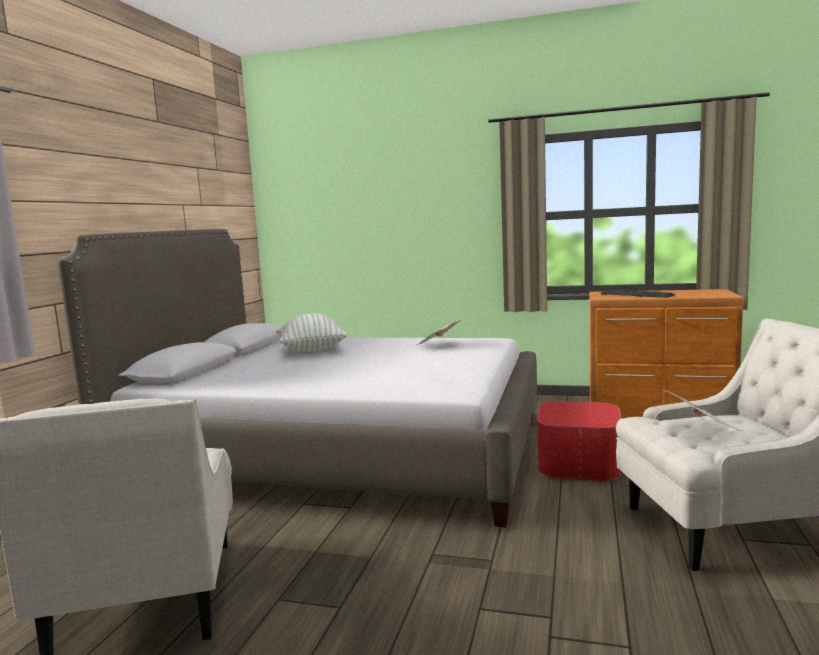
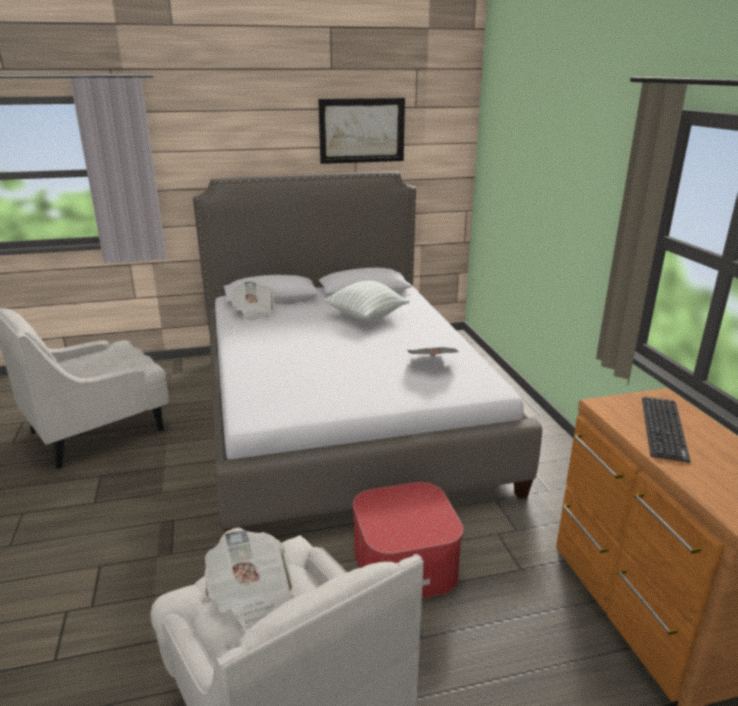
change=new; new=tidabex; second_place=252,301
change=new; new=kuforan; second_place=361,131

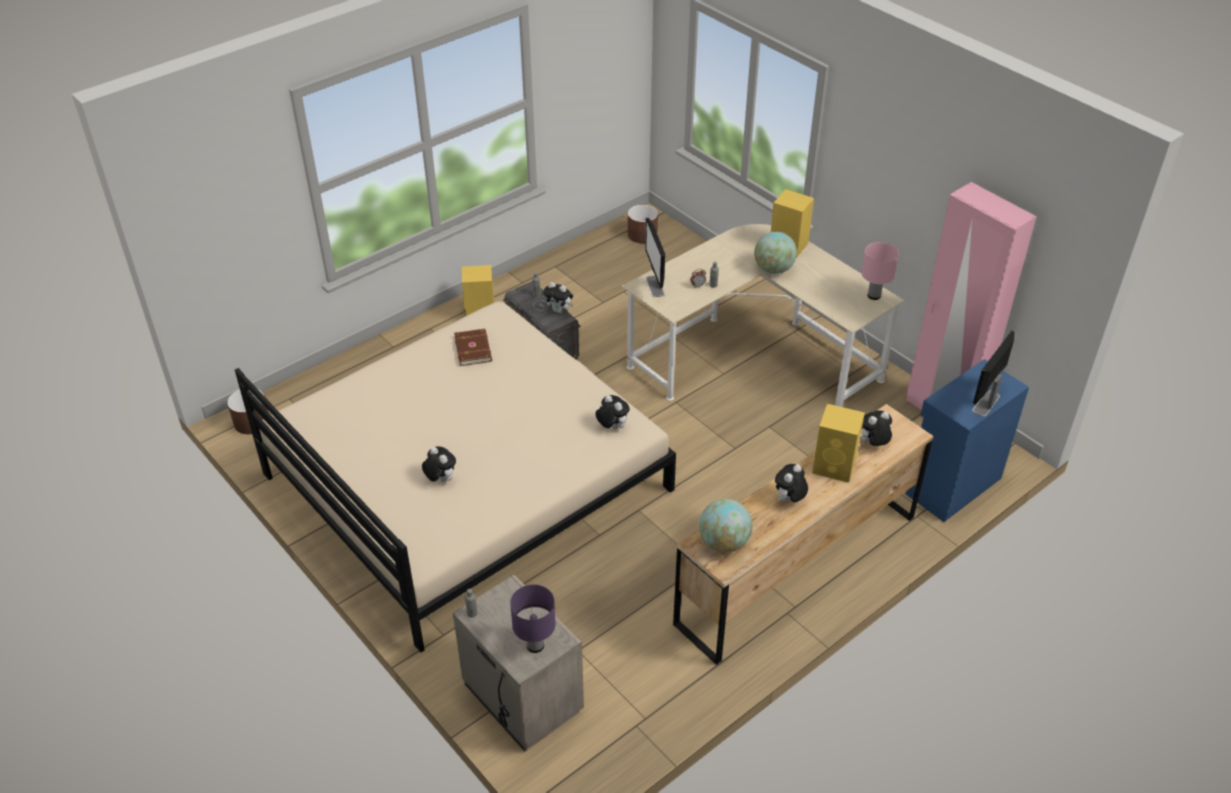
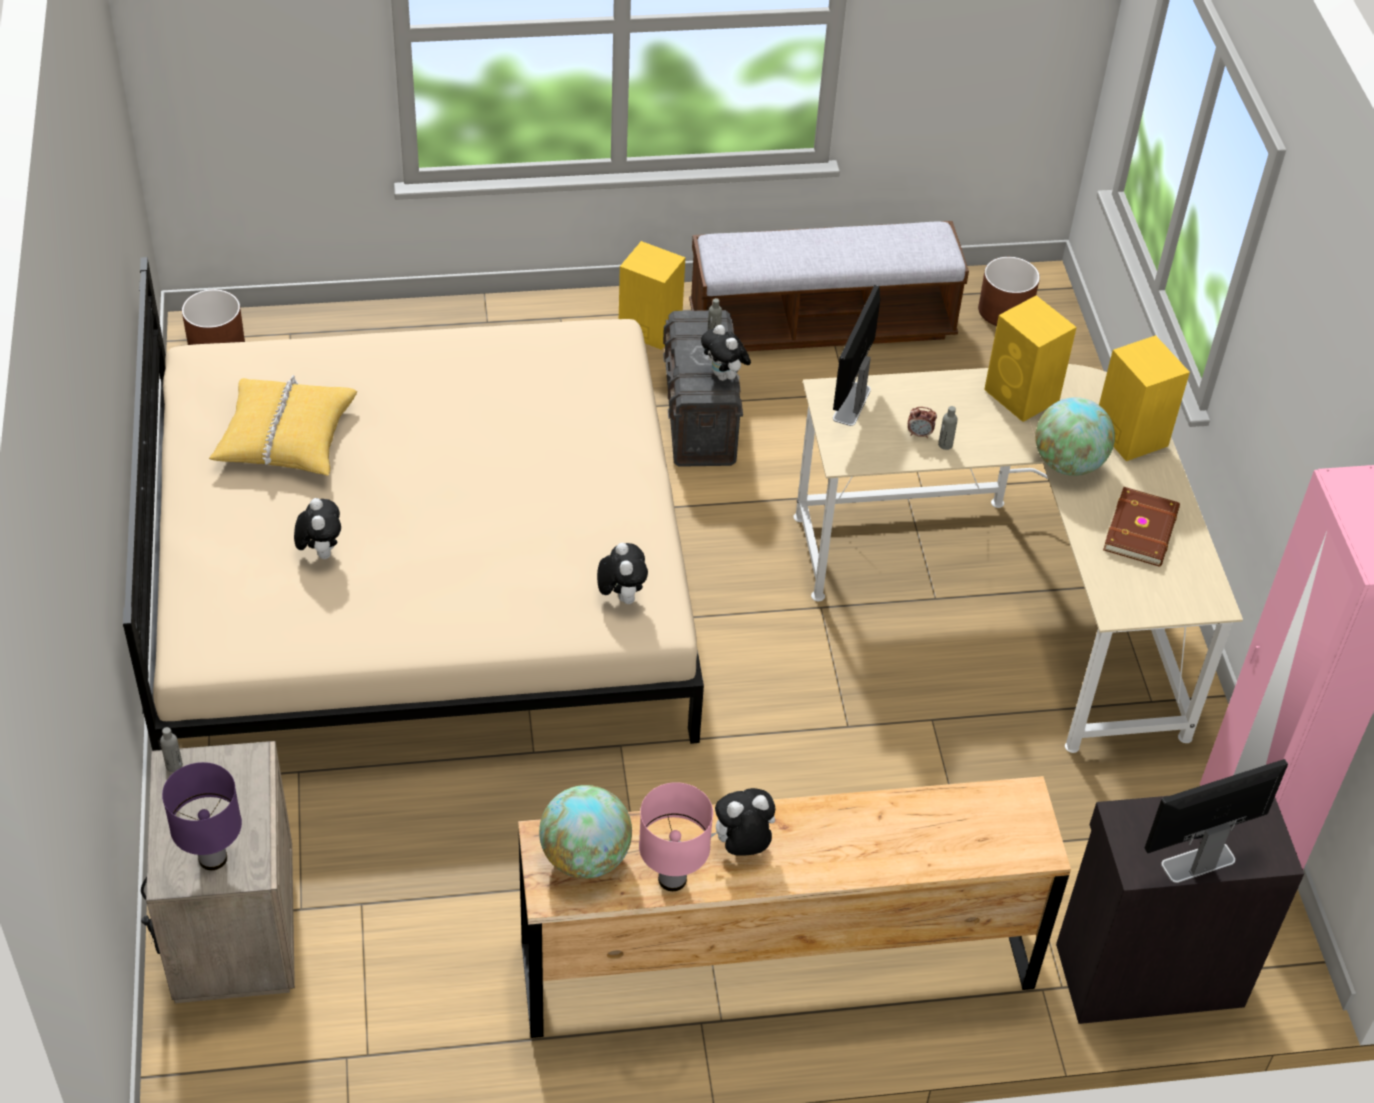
change=gone; old=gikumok; first_place=876,428
change=new; new=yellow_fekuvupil; second_place=283,425
change=new; new=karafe; second_place=829,286
change=shifted; old=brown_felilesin; first_place=473,347; second_place=1141,526
change=shifted; old=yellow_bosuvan; first_place=838,443; second_place=1030,358
change=shifted; old=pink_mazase; first_place=880,271; second_place=676,836
change=repainted; old=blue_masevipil; new=black_masevipil; first_place=967,440; second_place=1180,910

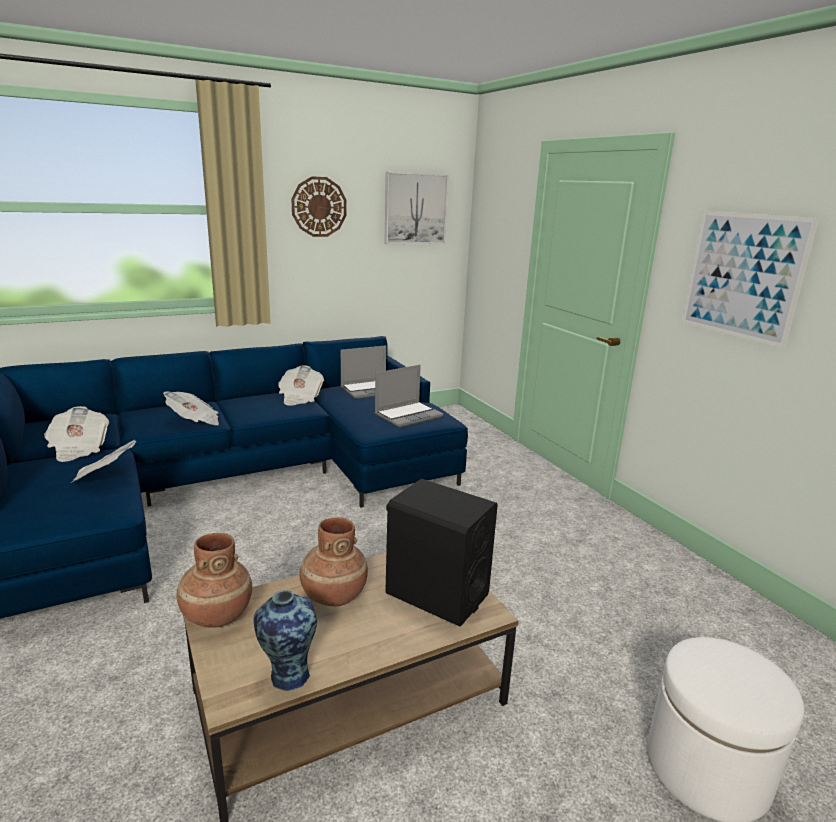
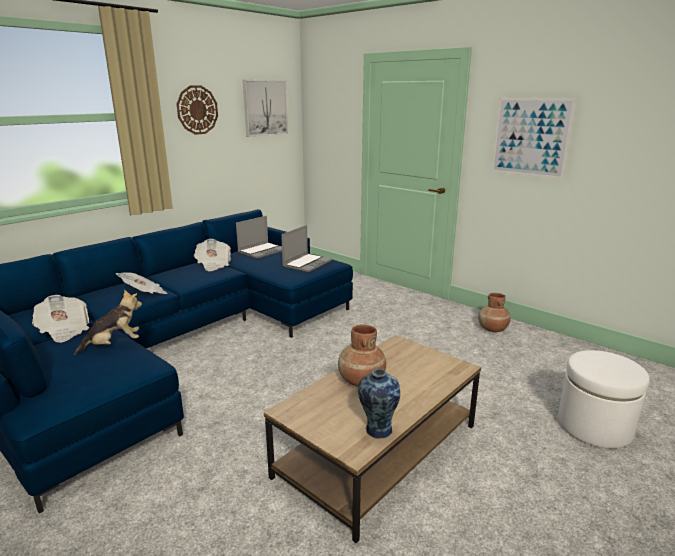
change=gone; old=black_bosuvan; first_place=441,552
change=shifted; old=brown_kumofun; first_place=214,580; second_place=494,312
change=swapped; old=tidabex; new=gikumok; first_place=103,461; second_place=108,322

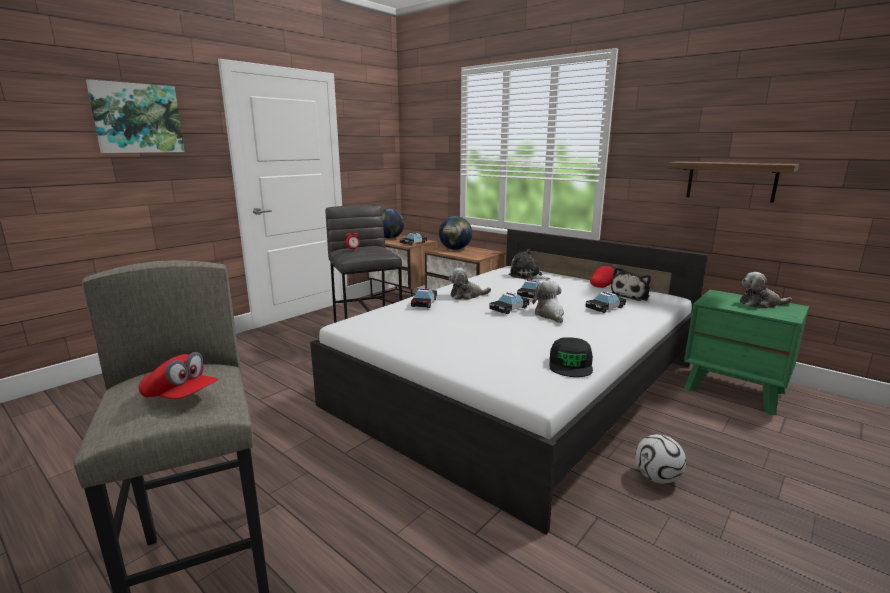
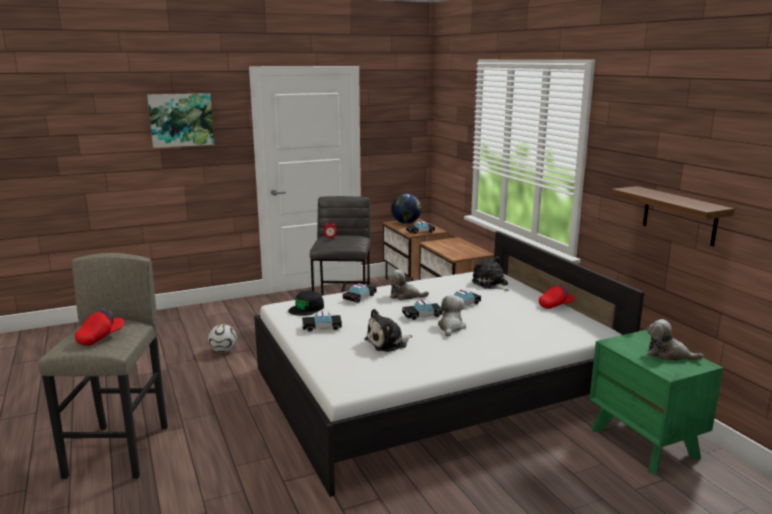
change=gone; old=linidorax; first_place=455,233
change=shifted; old=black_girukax; first_place=571,357; second_place=306,303
change=shifted; old=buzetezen; first_place=605,302; second_place=322,321
change=shifted; old=gikumok; first_place=631,284; second_place=389,330
change=shifted; old=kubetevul; first_place=660,459; second_place=222,338
change=rotated; old=red_girukax; first_place=178,375; second_place=99,327; degrees=-105

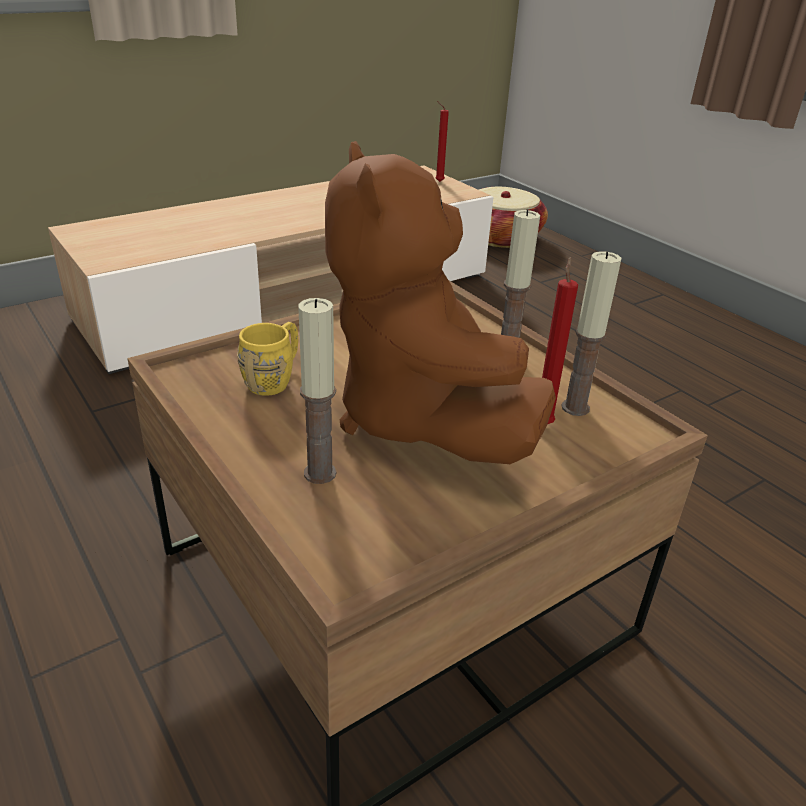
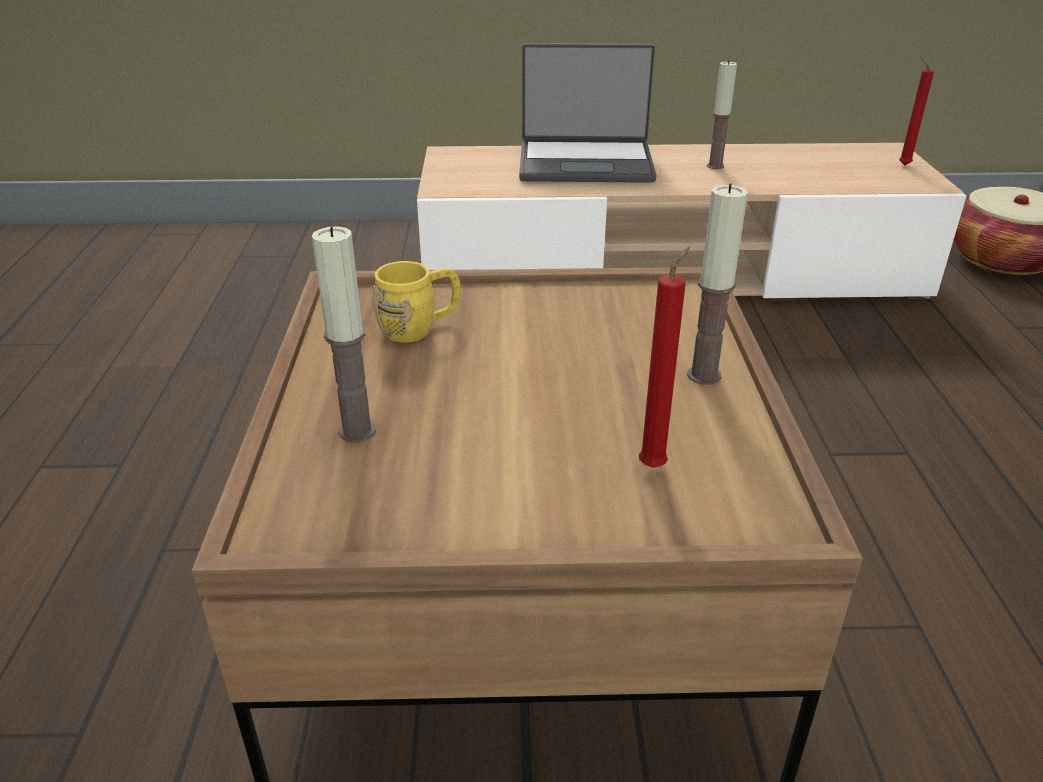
change=gone; old=brown_gikumok; first_place=440,302
change=new; new=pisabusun; second_place=587,113
change=shifted; old=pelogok; first_place=591,333; second_place=722,114

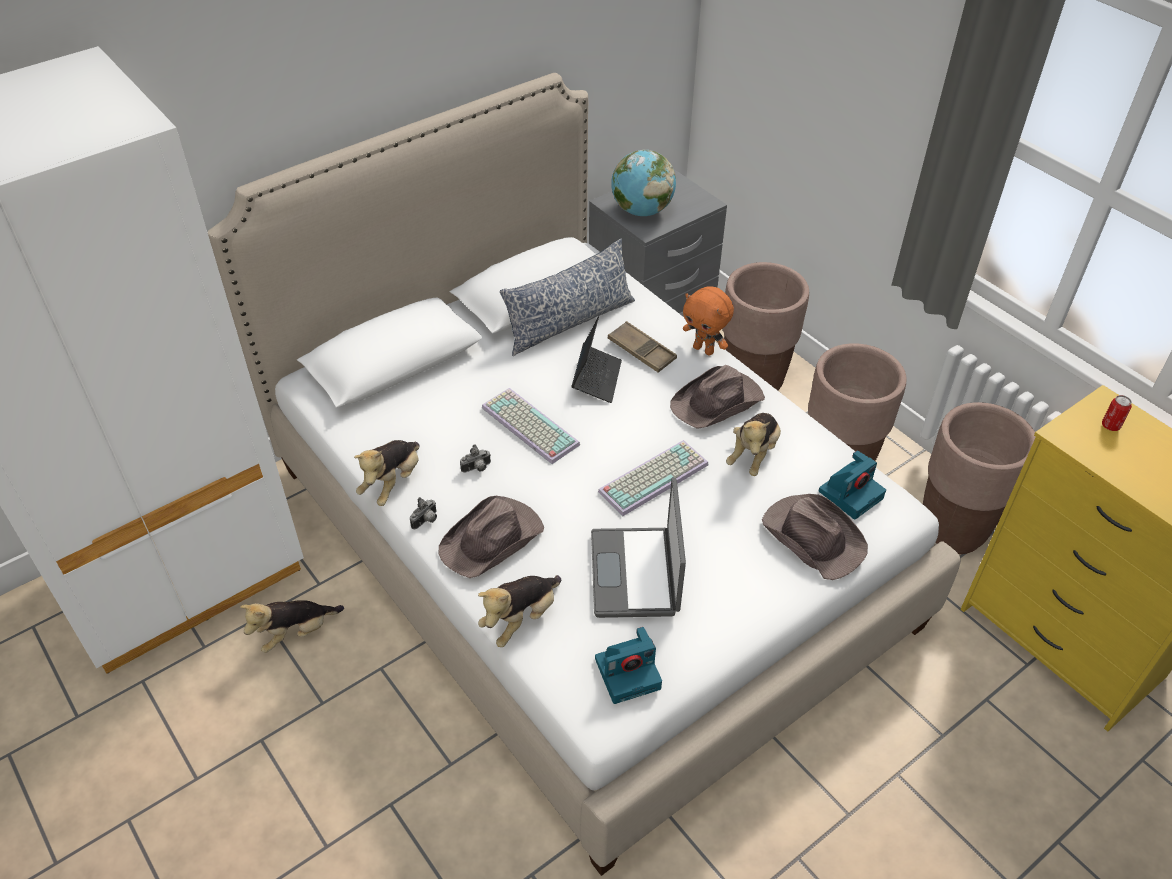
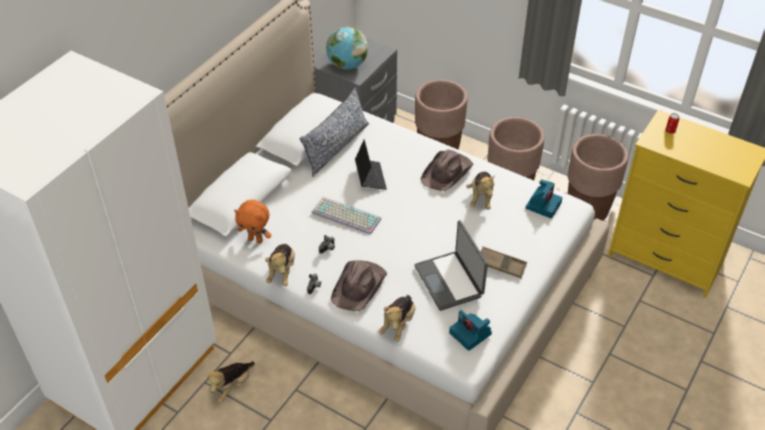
change=gone; old=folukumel; first_place=653,478
change=gone; old=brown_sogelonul; first_place=815,537
change=shifted; old=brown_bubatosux; first_place=642,347; second_place=504,262
change=shifted; old=orange_gikumok; first_place=708,321; second_place=253,222
change=rotated; old=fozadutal; first_place=628,665; second_place=470,330; degrees=90

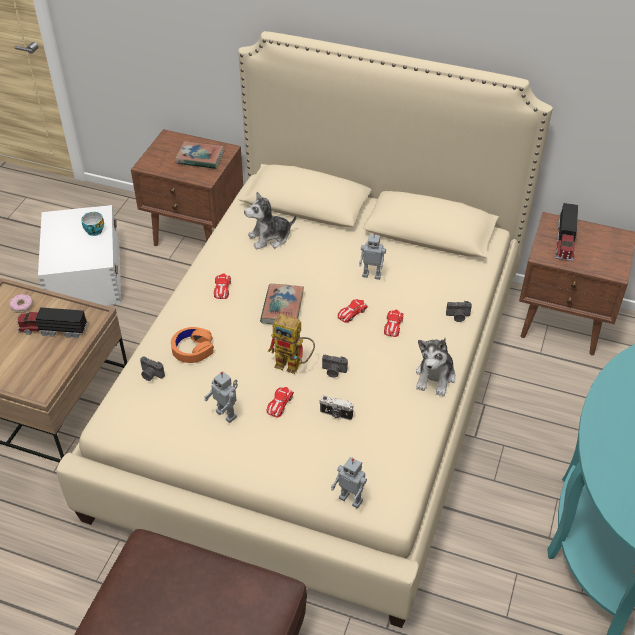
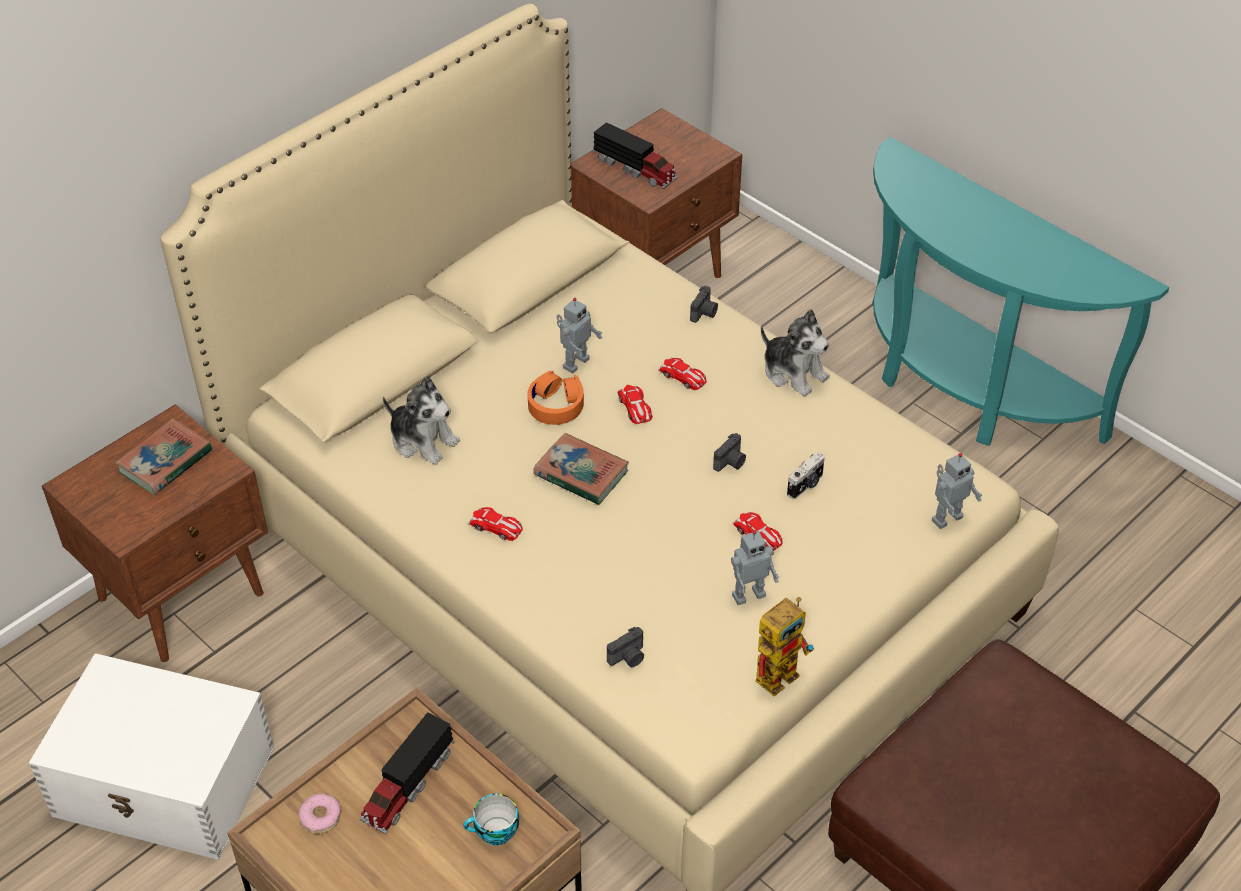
change=shifted; old=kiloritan; first_place=92,224; second_place=491,819
change=shifted; old=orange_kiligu; first_place=192,345; second_place=556,398
change=shifted; old=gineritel; first_place=291,343; second_place=784,646
change=rotated; old=gikumok; first_place=270,221; second_place=421,420; degrees=-60

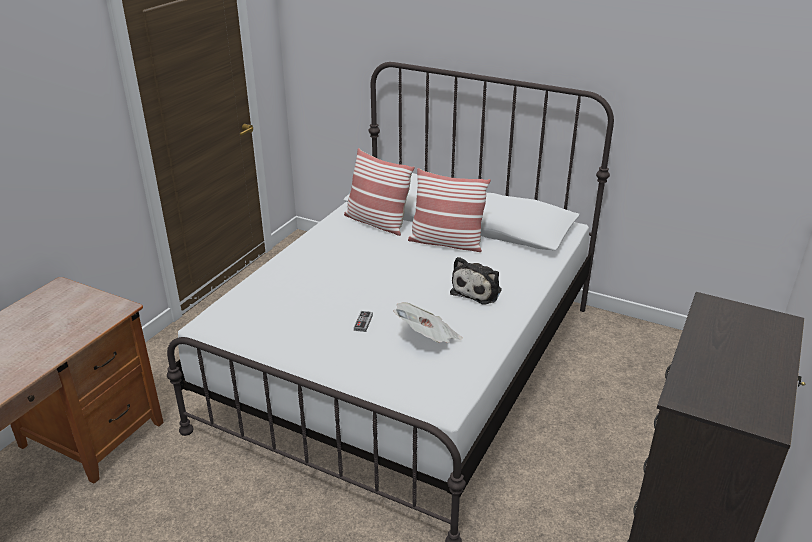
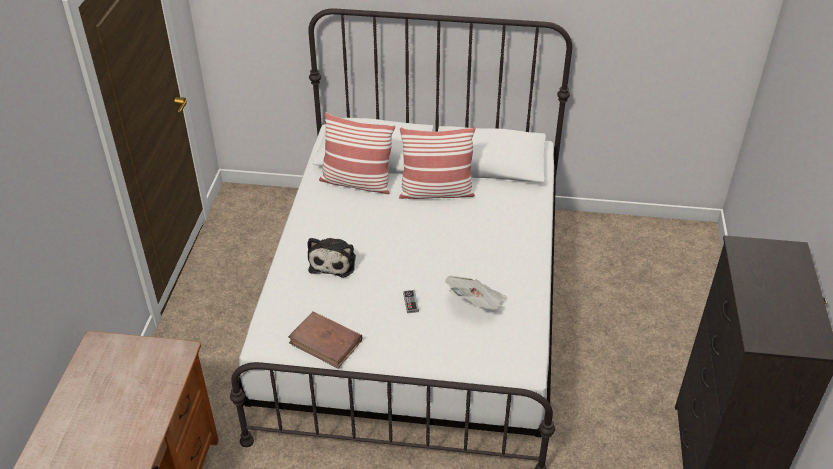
change=new; new=brown_felilesin; second_place=325,339
change=shifted; old=gikumok; first_place=476,281; second_place=331,258

